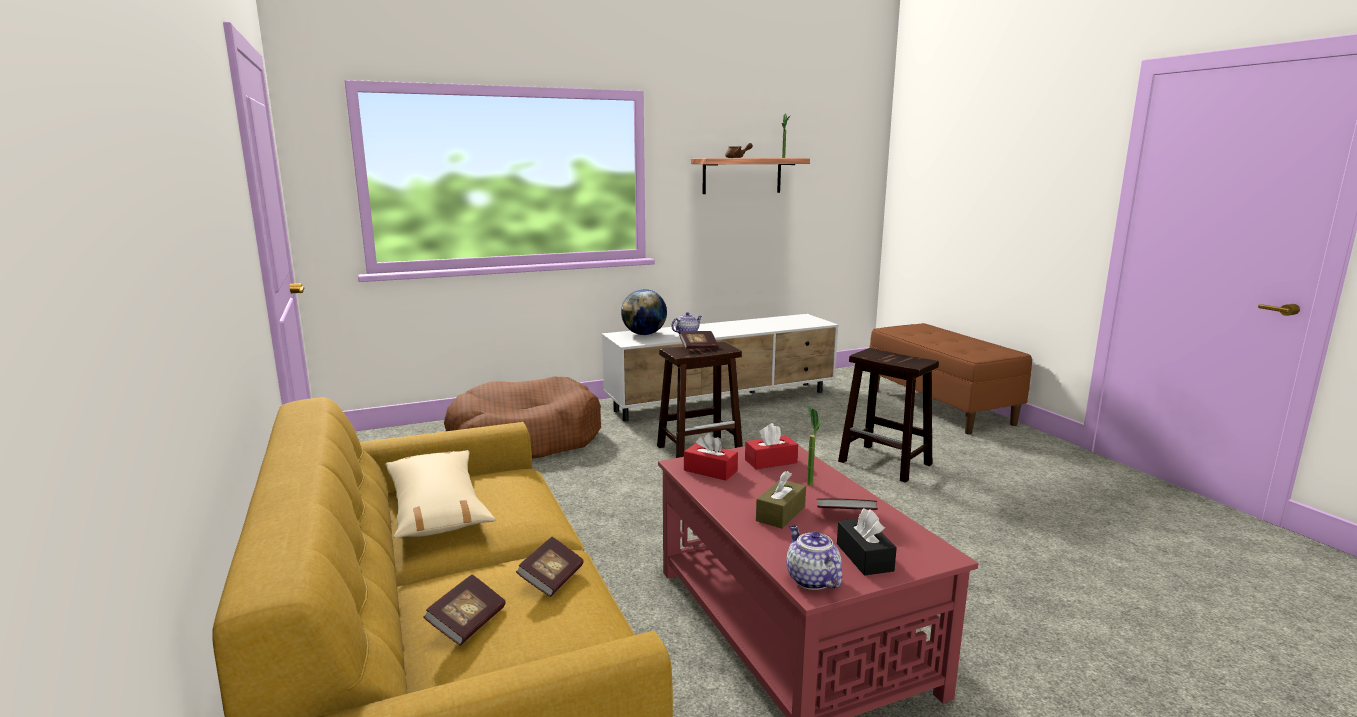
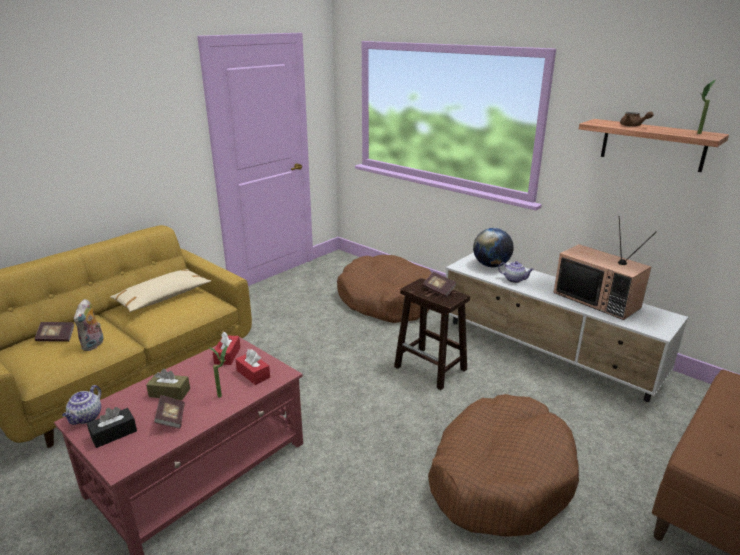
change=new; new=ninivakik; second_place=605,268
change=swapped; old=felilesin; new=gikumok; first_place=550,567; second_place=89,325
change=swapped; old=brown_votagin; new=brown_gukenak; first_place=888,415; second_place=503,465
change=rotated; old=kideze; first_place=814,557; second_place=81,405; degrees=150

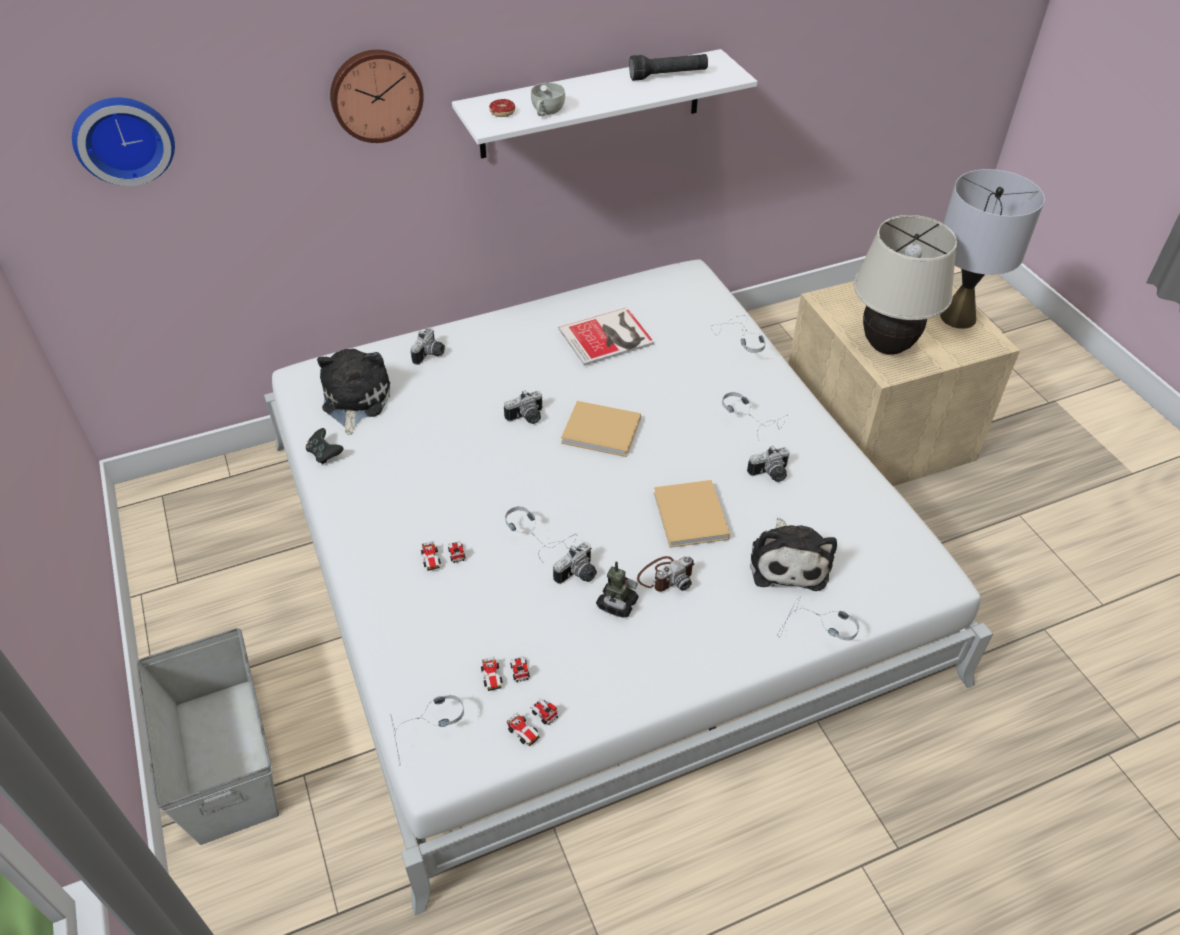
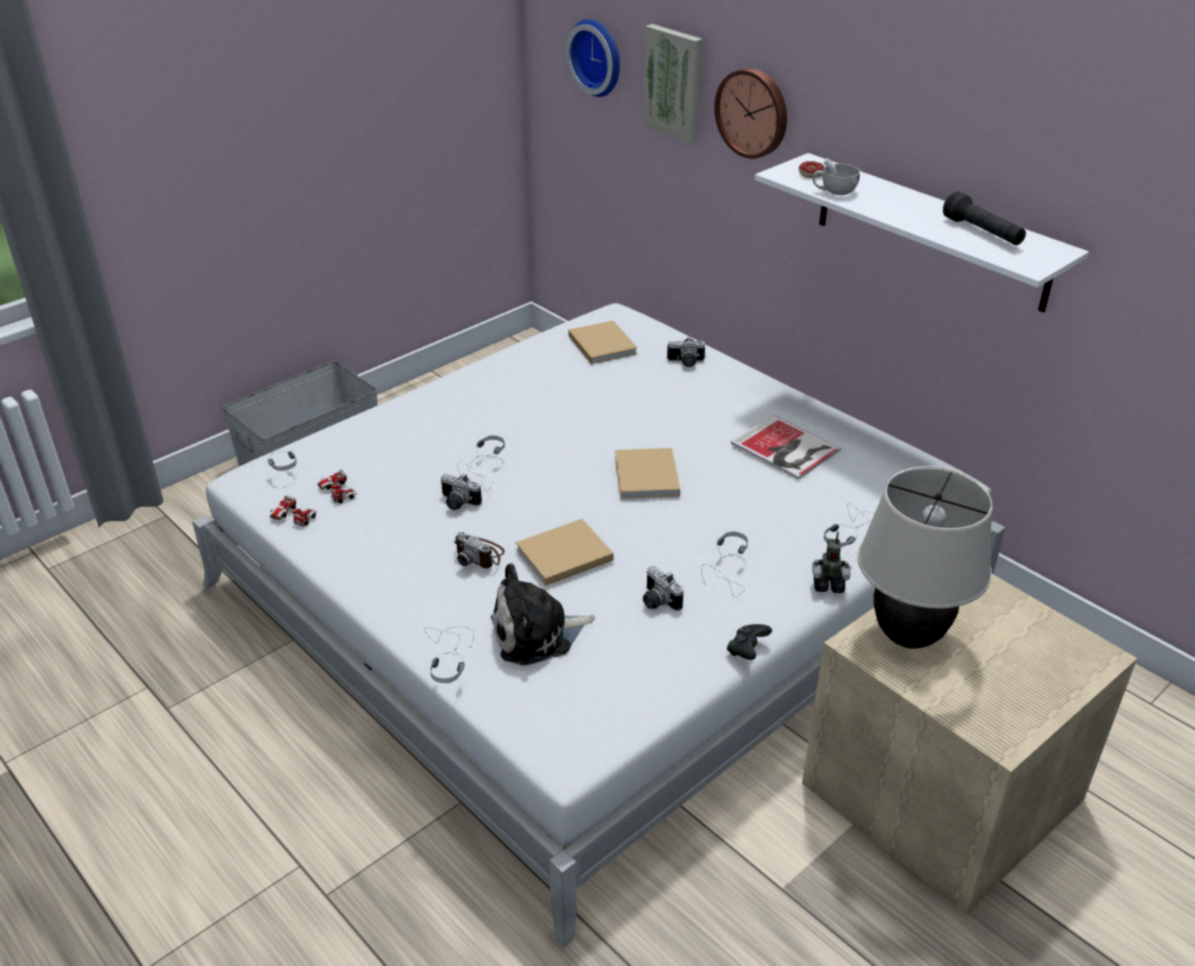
change=gone; old=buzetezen; first_place=443,556
change=gone; old=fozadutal; first_place=523,407
change=gone; old=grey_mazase; first_place=992,249
change=new; new=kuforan; second_place=673,84
change=shifted; old=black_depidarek; first_place=324,446; second_place=749,642
change=shifted; old=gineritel; first_place=617,590; second_place=831,562
change=swapped; old=gikumok; new=beige_felilesin; first_place=353,392; second_place=602,342

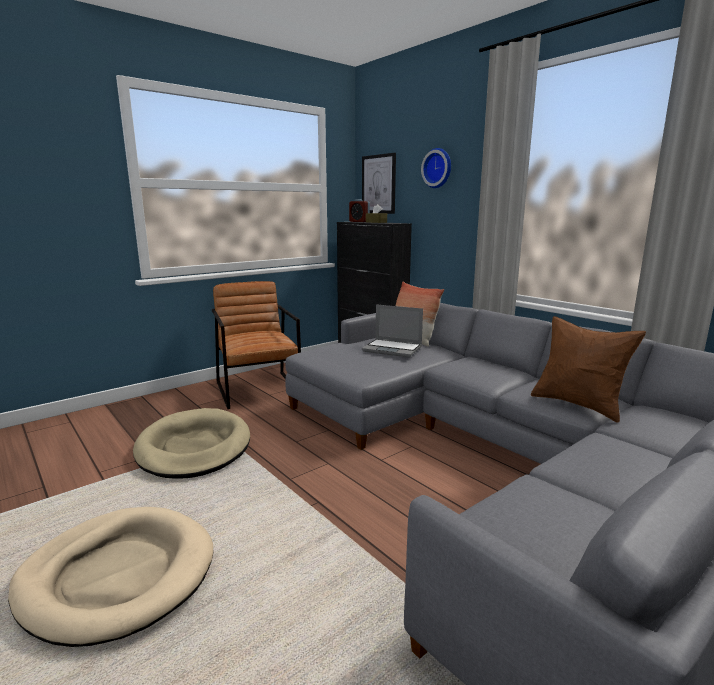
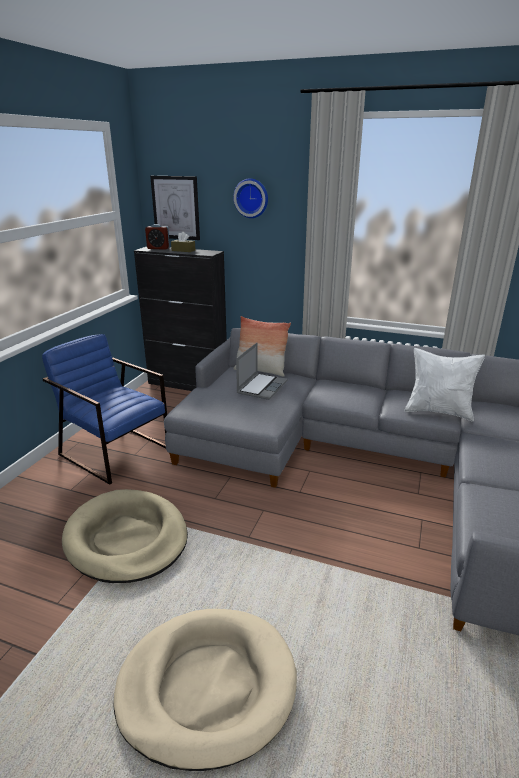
change=repainted; old=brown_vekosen; new=blue_vekosen; first_place=256,345; second_place=104,409
change=repainted; old=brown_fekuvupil; new=white_fekuvupil; first_place=588,369; second_place=444,385
change=rotated; old=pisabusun; first_place=392,331; second_place=262,371; degrees=-60

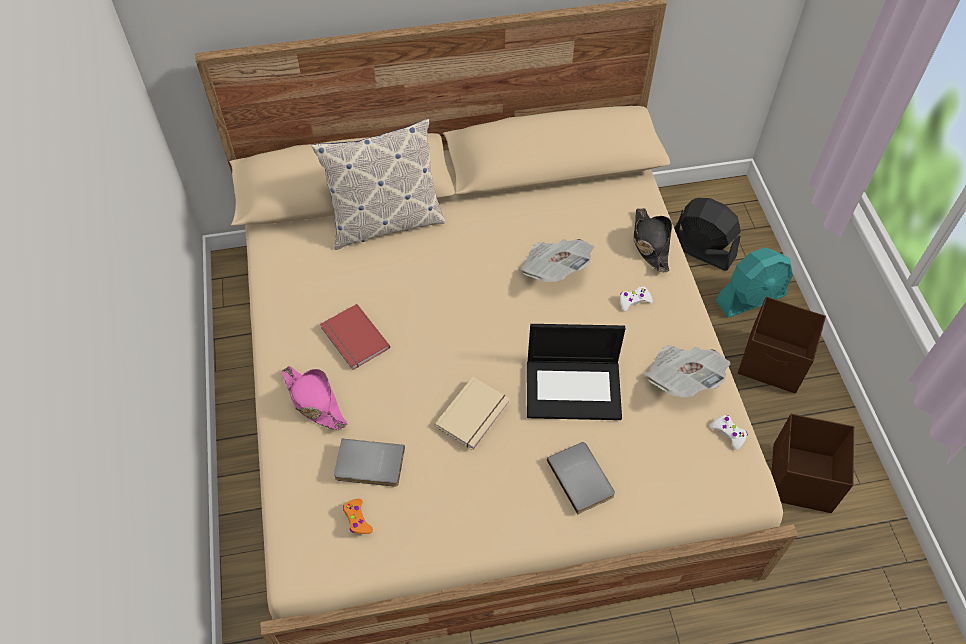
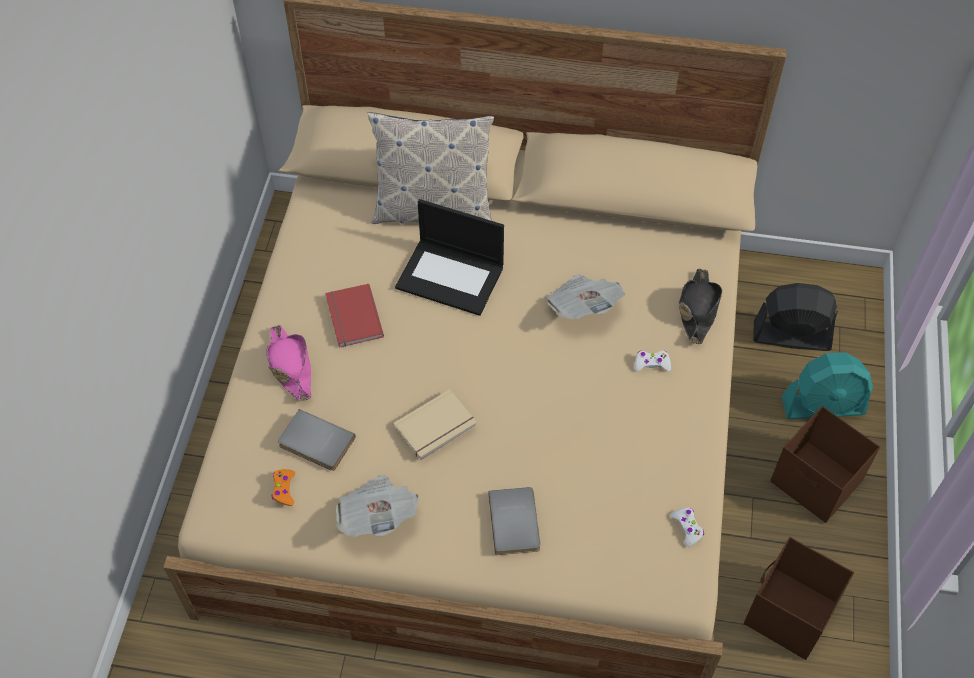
change=shifted; old=pisabusun; first_place=576,372; second_place=449,257
change=shifted; old=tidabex; first_place=687,371; second_place=377,506
change=rotated; old=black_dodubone; first_place=707,234; second_place=795,317; degrees=-45

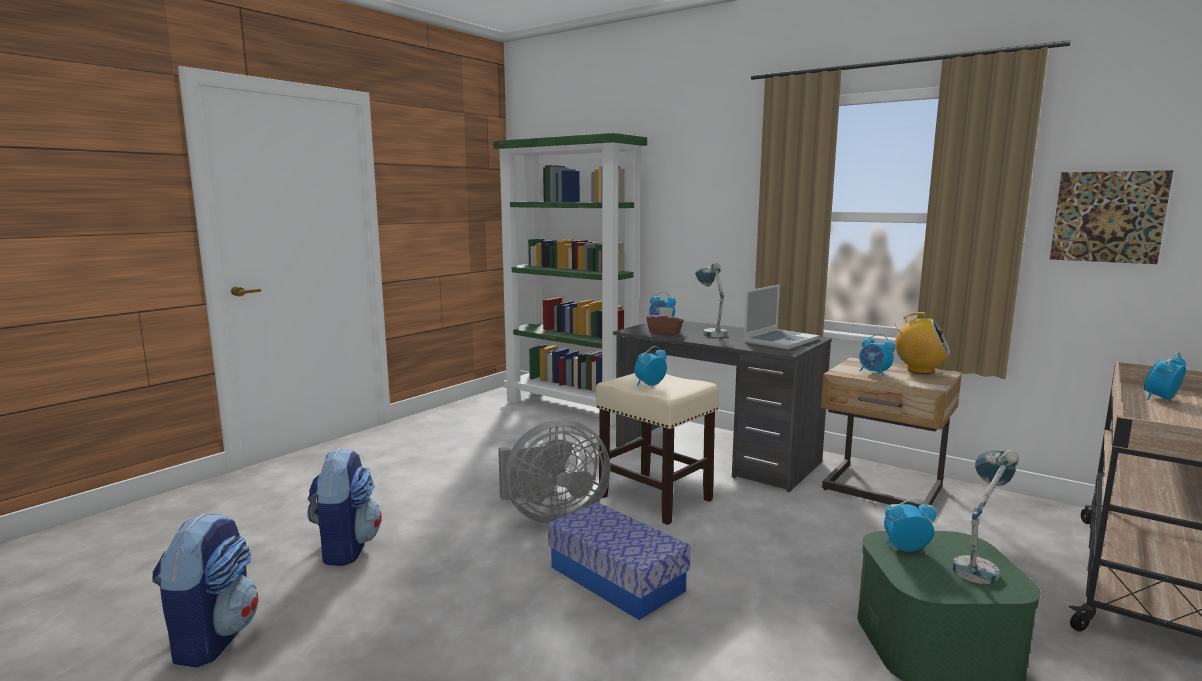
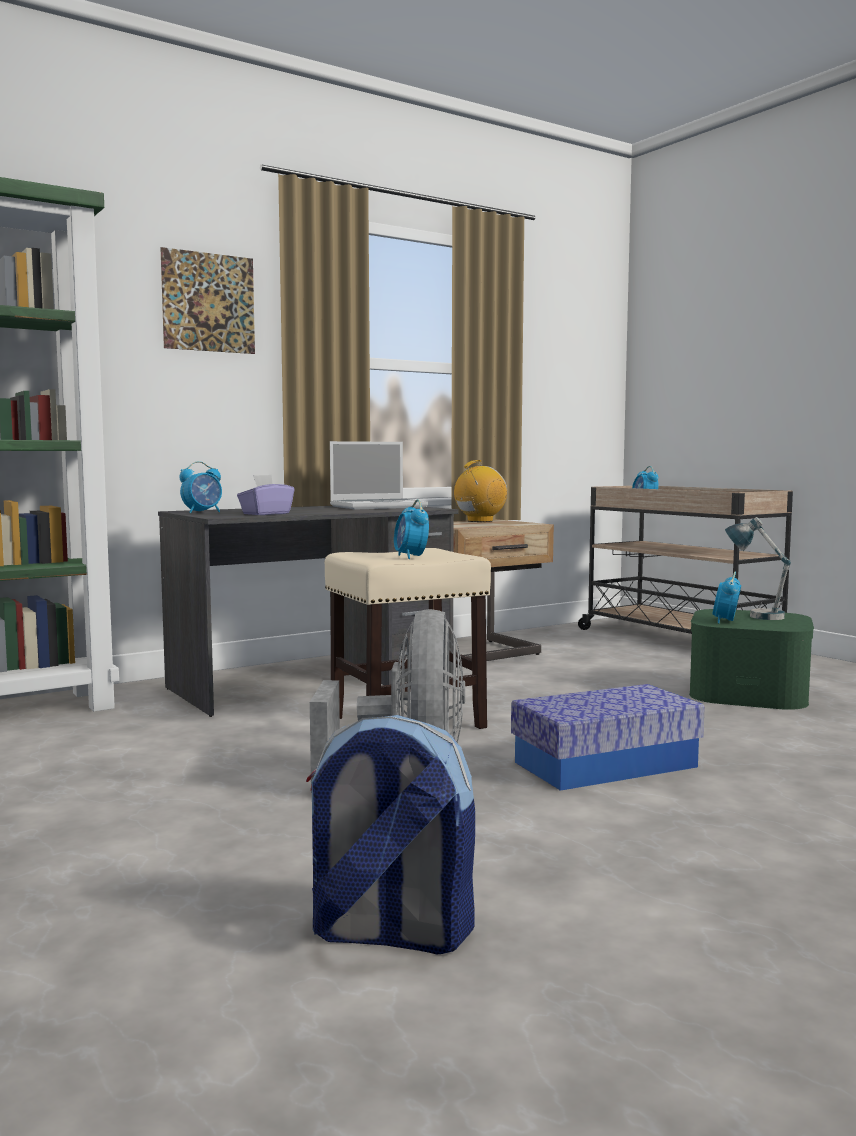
change=gone; old=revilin; first_place=205,590
change=gone; old=mazase; first_place=711,299
change=gone; old=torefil; first_place=877,354
change=shifted; old=kuforan; first_place=1111,217; second_place=208,300
change=repainted; old=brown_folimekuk; new=purple_folimekuk; first_place=665,321; second_place=266,495
change=rotated; old=pisabusun; first_place=781,317; second_place=379,475; degrees=90

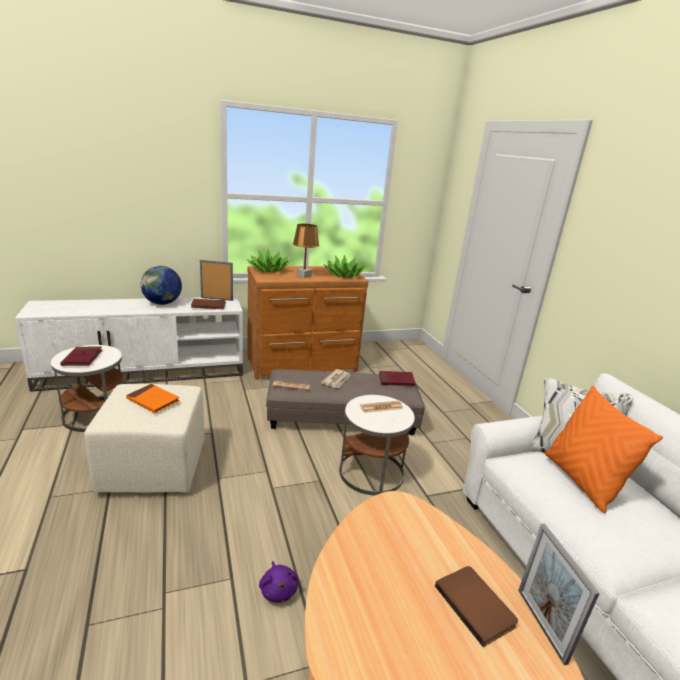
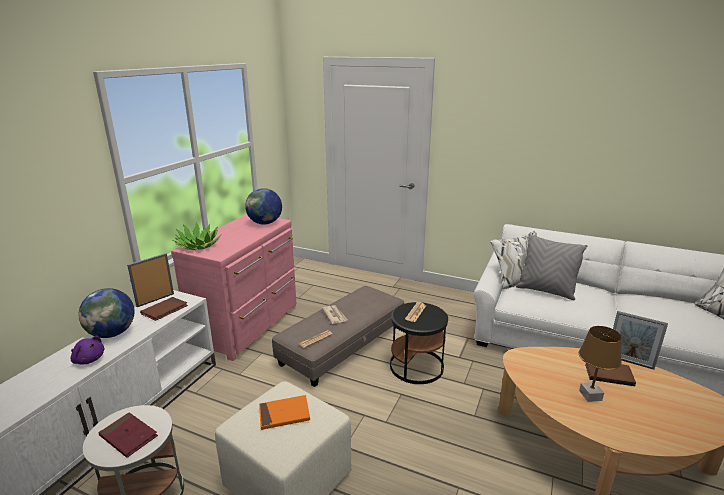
change=gone; old=red_felilesin; first_place=397,378
change=shifted; old=purple_gikumok; first_place=278,582; second_place=87,350
change=shifted; old=brown_mazase; first_place=306,251; second_place=600,364
change=swapped; old=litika; new=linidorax; first_place=345,266; second_place=263,206
change=repainted; old=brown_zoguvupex; new=pink_zoguvupex; first_place=307,323; second_place=233,287
change=repainted; old=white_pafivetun; new=black_pafivetun; first_place=377,445; second_place=419,343
change=repainted; old=orange_fekuvupil; new=grey_fekuvupil; first_place=603,449; second_place=552,266

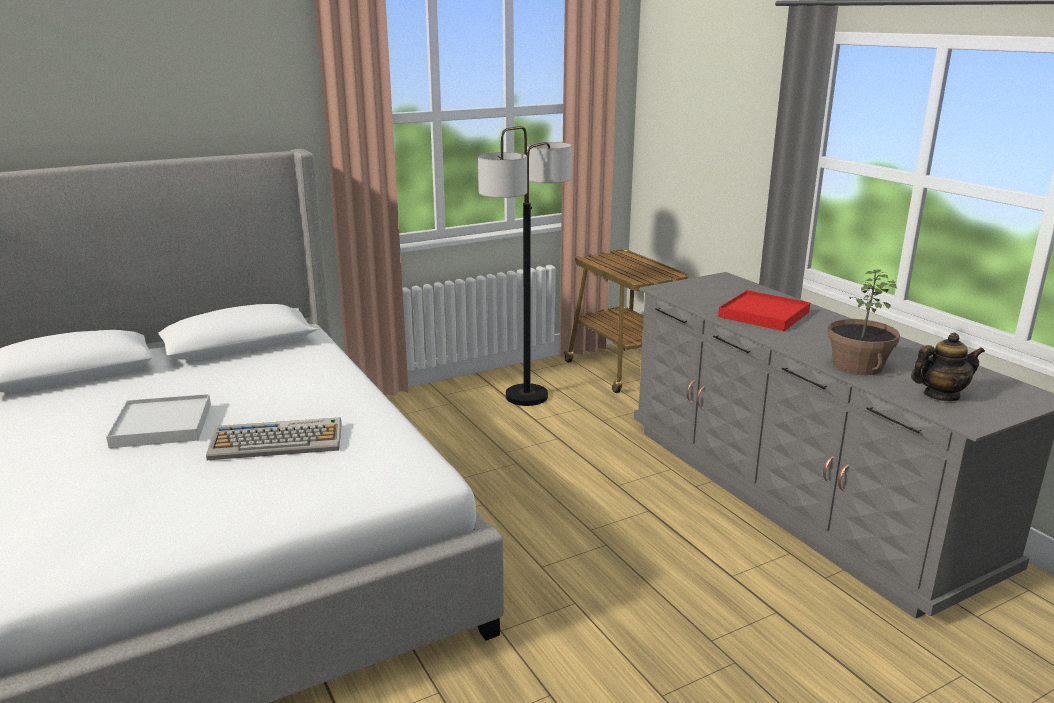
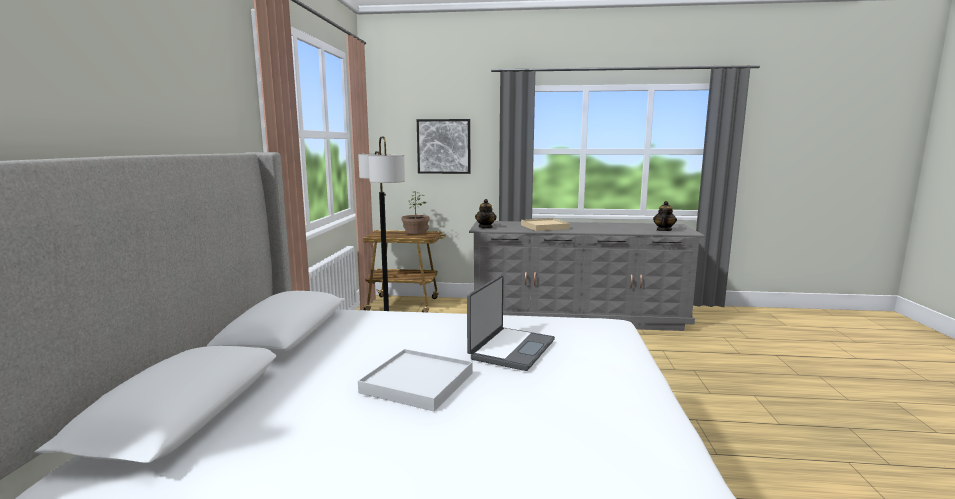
change=new; new=kuforan; second_place=443,146
change=new; new=kideze; second_place=486,214
change=shifted; old=litika; first_place=863,322; second_place=415,213
change=swapped; old=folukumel; new=pisabusun; first_place=274,438; second_place=511,323
change=repainted; old=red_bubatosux; new=beige_bubatosux; first_place=764,310; second_place=545,224

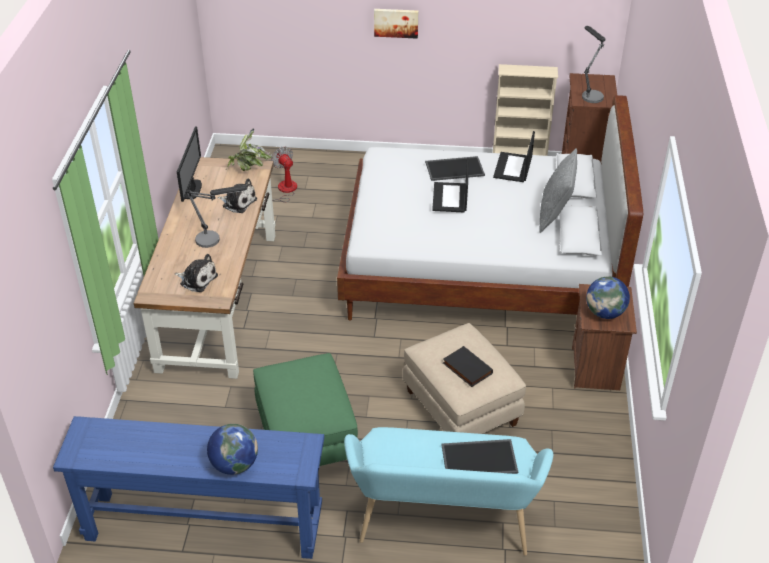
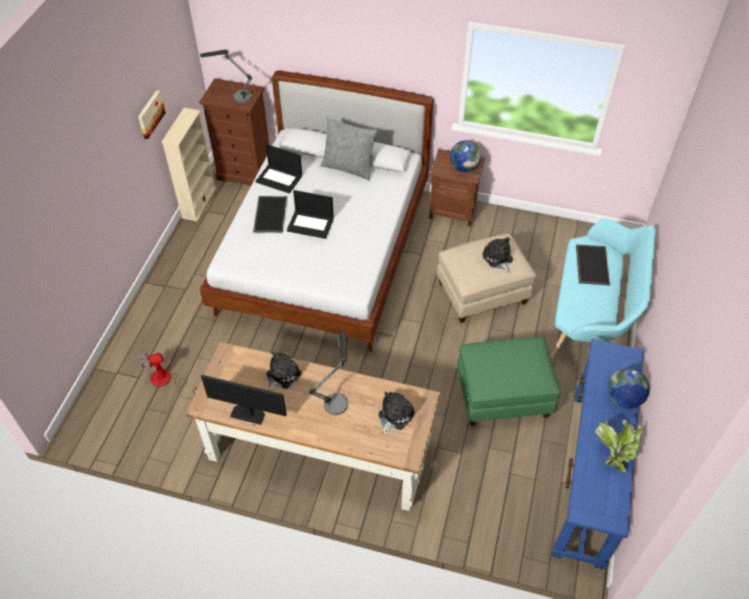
change=shifted; old=litika; first_place=249,150; second_place=619,446
change=shifted; old=kuforan; first_place=396,24; second_place=152,114
change=swapped; old=black_felilesin; new=gikumok; first_place=468,366; second_place=498,254

